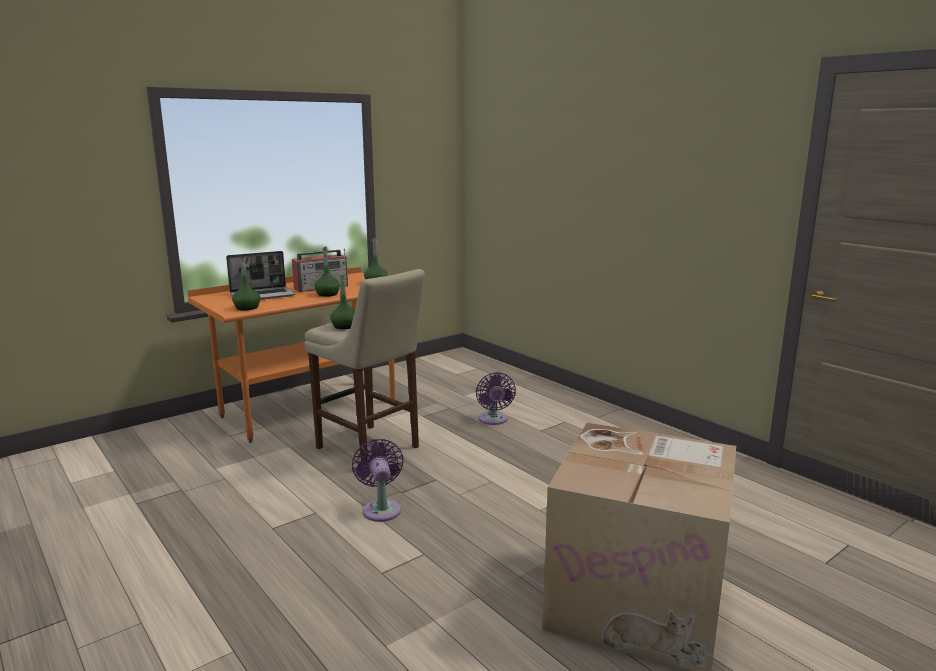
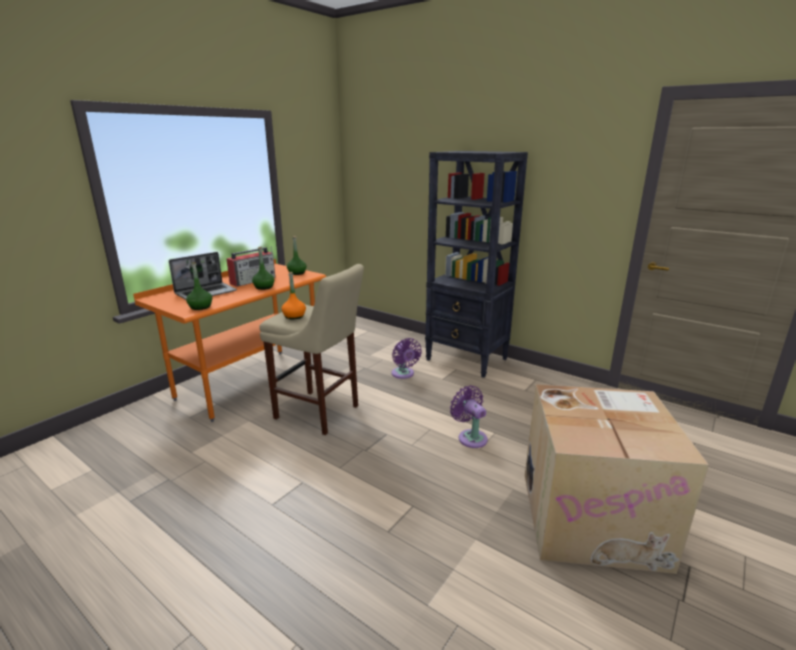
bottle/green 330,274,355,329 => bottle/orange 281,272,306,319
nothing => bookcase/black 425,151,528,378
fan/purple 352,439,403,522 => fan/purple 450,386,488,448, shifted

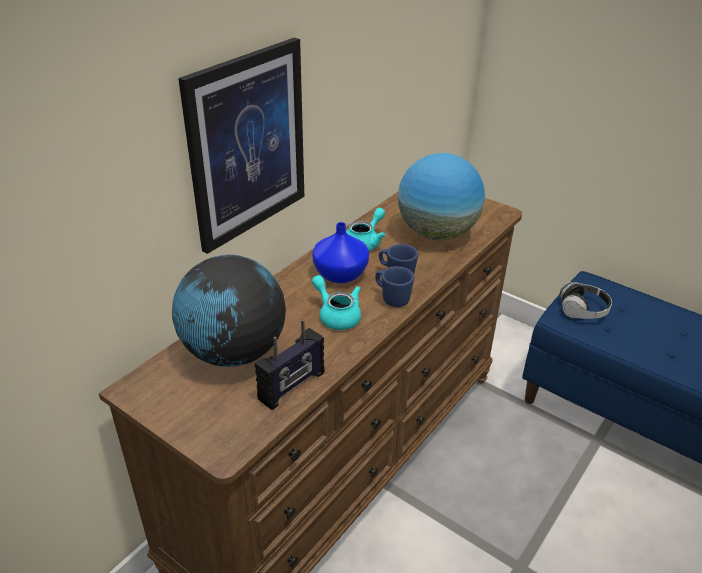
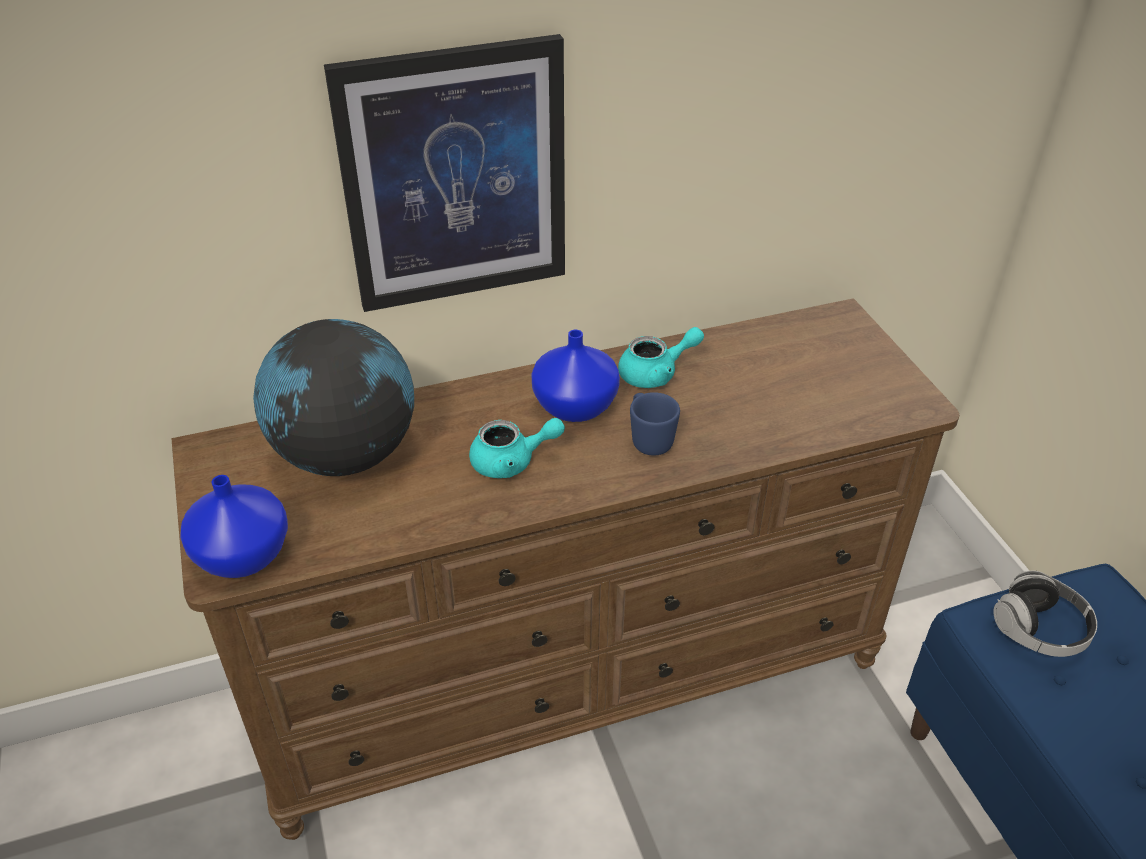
nothing => vase/blue 180,475,288,578
teapot/turquoise 312,275,361,330 => teapot/turquoise 469,418,565,478, 90 degrees clockwise
radio 255,319,324,410 => nothing
mug/blue 375,266,414,307 => nothing
globe 398,153,485,240 => nothing

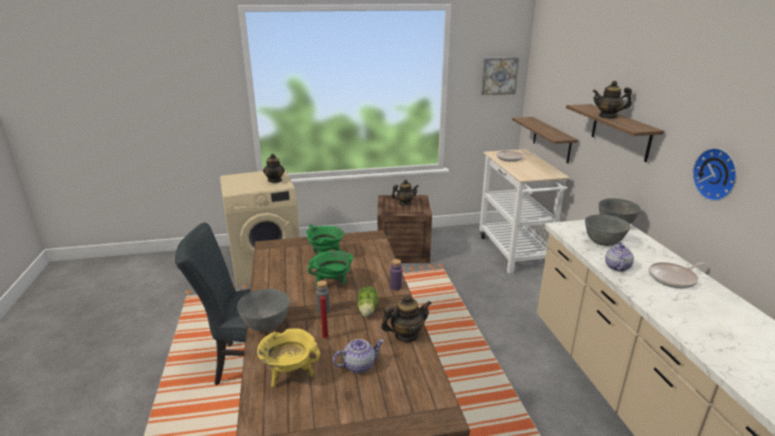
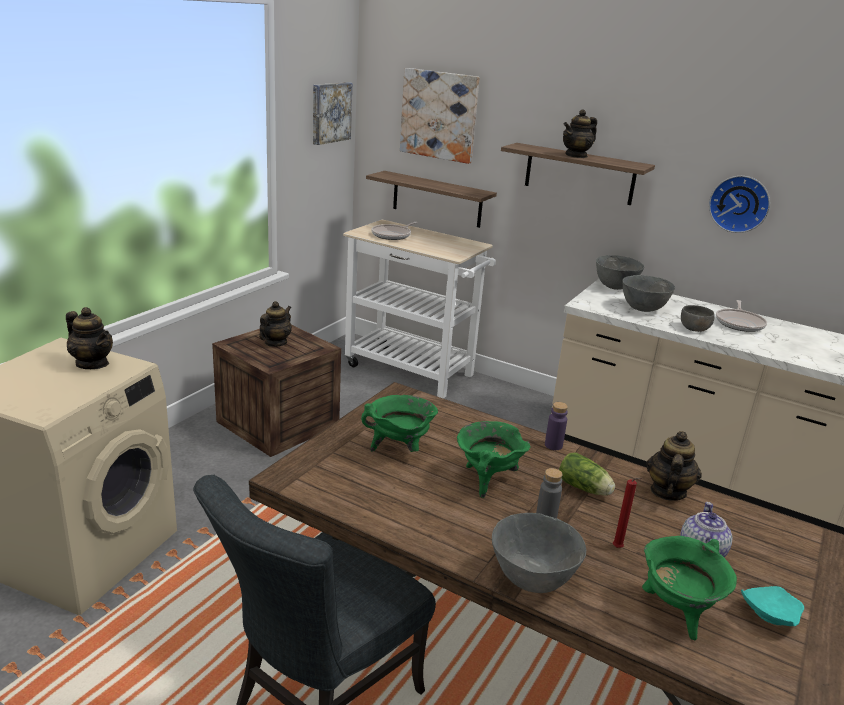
nothing => picture 400,68,480,164
cooking pot/yellow 257,328,320,387 => cooking pot/green 642,536,737,640
teapot 605,242,634,272 => bowl/grey 681,305,715,332
nothing => plate/turquoise 741,586,804,626

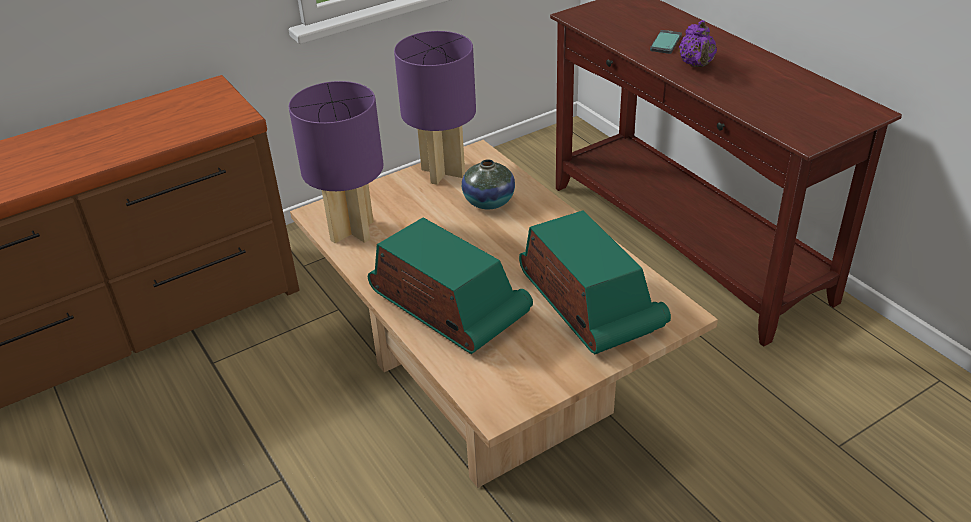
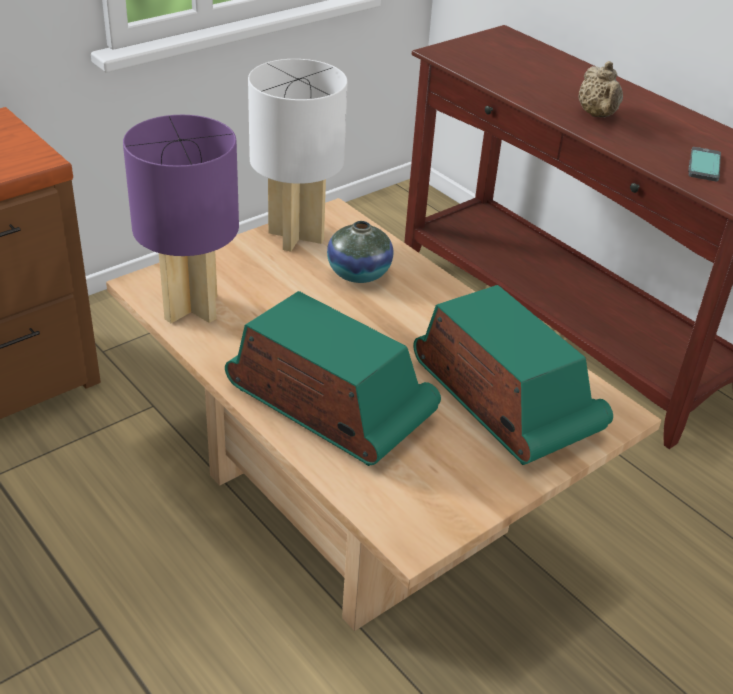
table lamp/purple 394,31,476,185 => table lamp/white 248,59,348,252
teapot/purple 679,20,717,67 => teapot/beige 578,61,623,117
phone 650,30,682,54 => phone 688,147,721,182, shifted

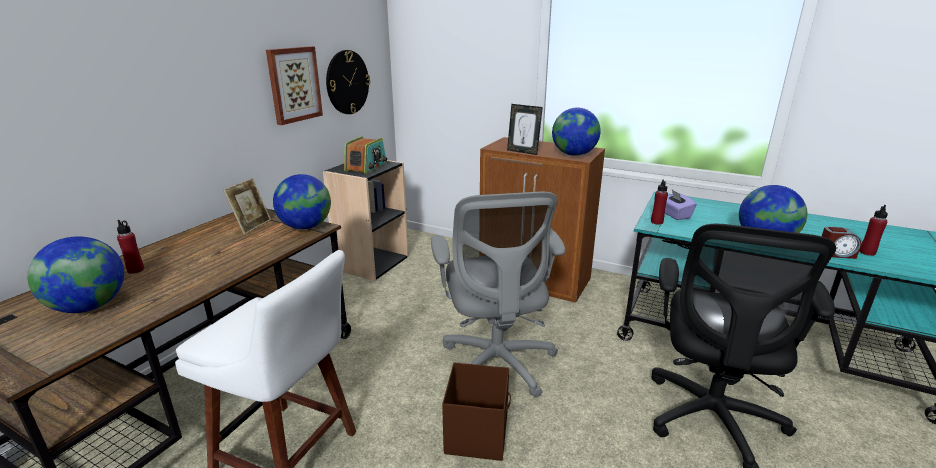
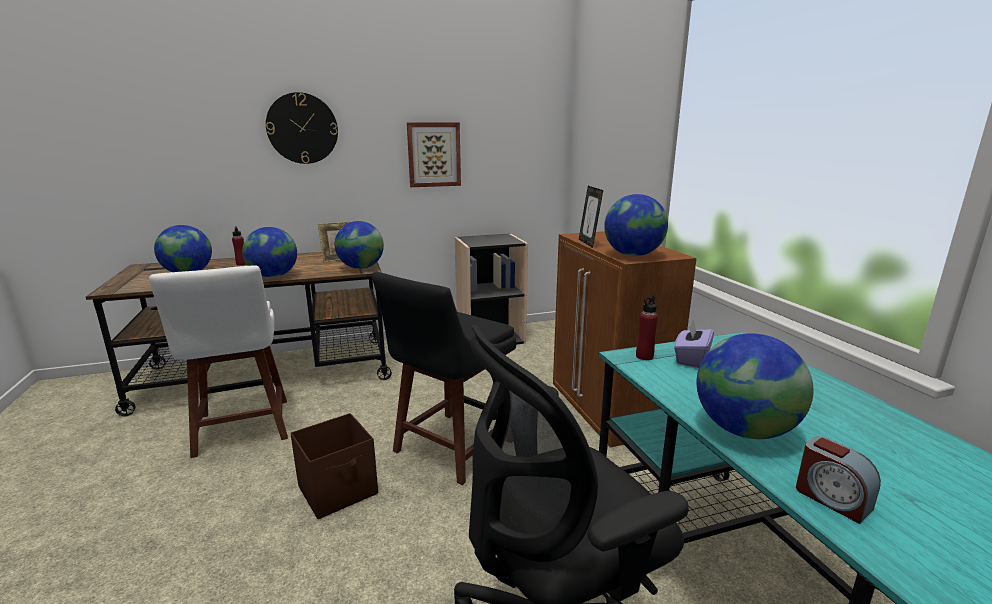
nothing => globe 242,227,297,278
wall clock 326,50,370,114 => wall clock 266,92,338,164, shifted
office chair/grey 431,192,565,397 => stool/black 372,272,516,485
radio 344,136,387,174 => nothing
bottle/red 859,205,888,256 => nothing

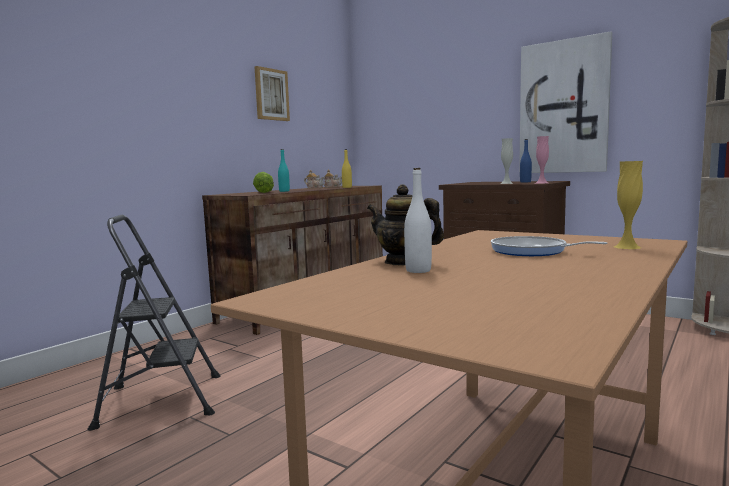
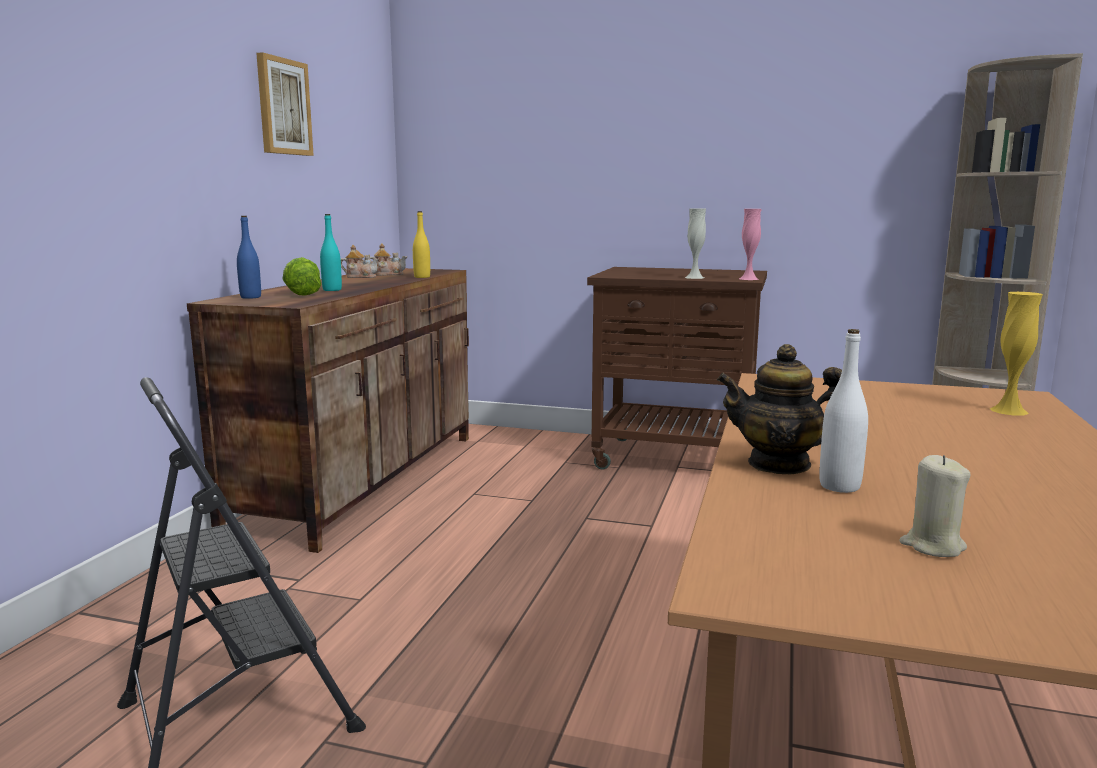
bottle/blue 520,139,532,182 => bottle/blue 237,216,261,299, shifted
nothing => candle/beige 899,455,971,557
frying pan 491,236,608,256 => nothing
picture 519,31,612,173 => nothing

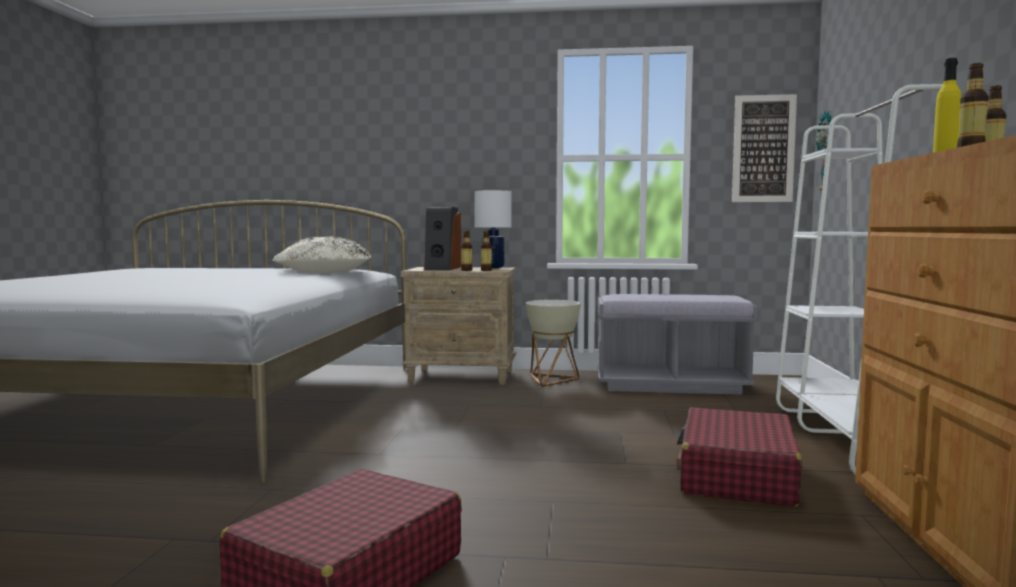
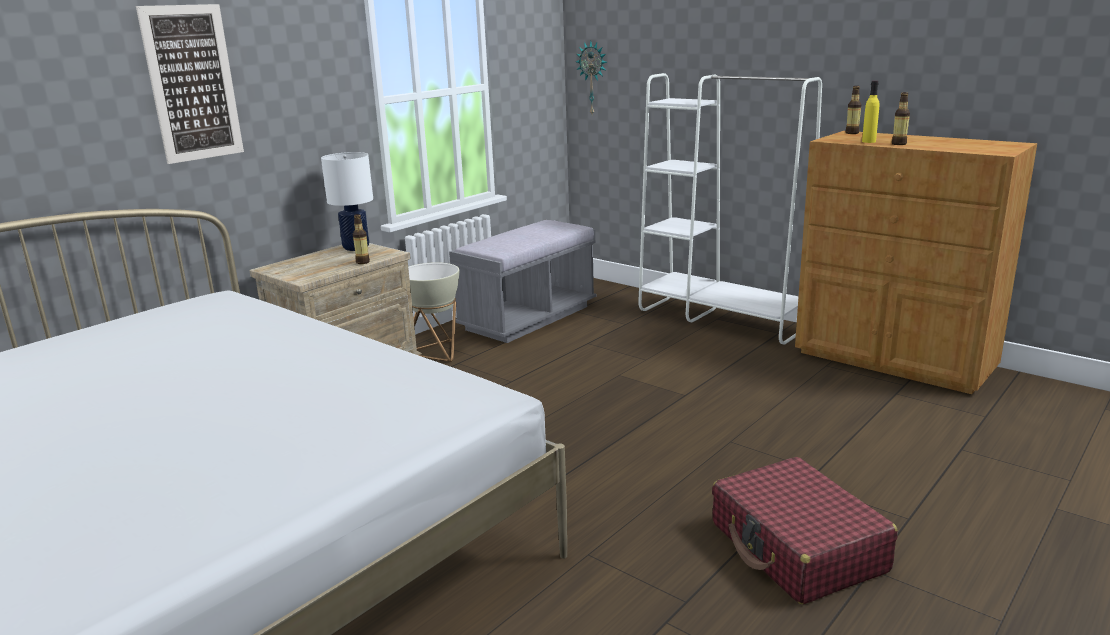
picture 732,94,797,202 => picture 136,4,244,164, shifted
pillow/beige 273,236,371,273 => nothing
speaker 424,207,461,270 => nothing
bottle 481,230,492,271 => nothing
suitcase/red 676,407,802,507 => nothing

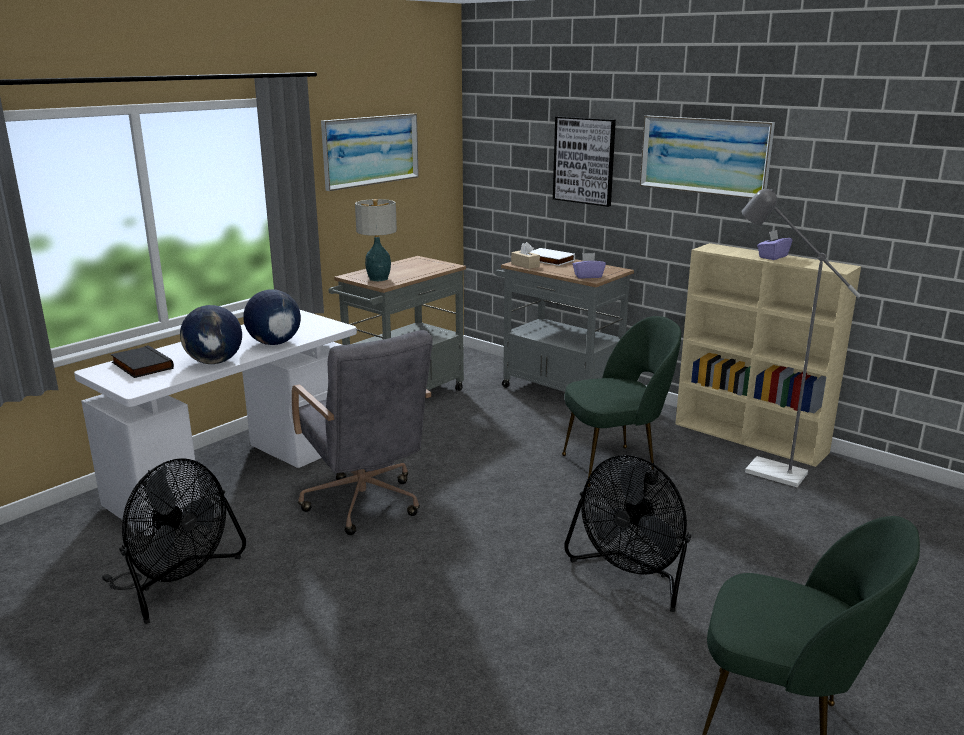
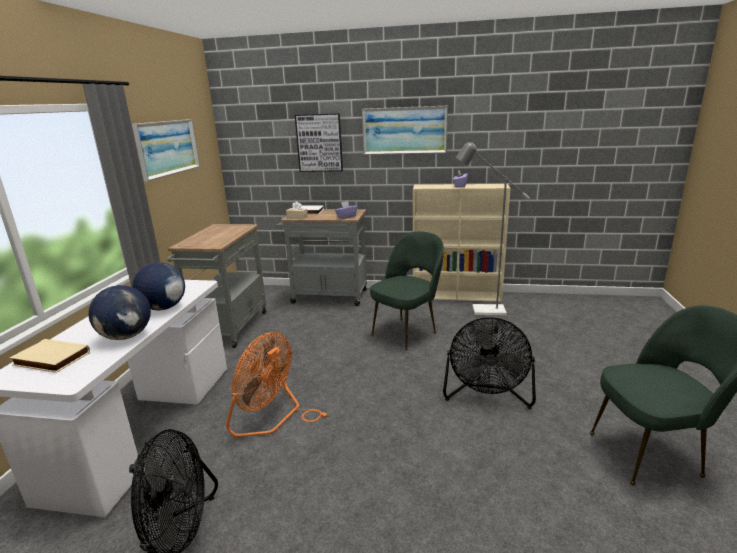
book/black 111,345,174,378 => book/beige 10,339,90,373
office chair/grey 292,330,433,535 => fan/orange 226,332,328,438
table lamp 355,199,397,281 => nothing

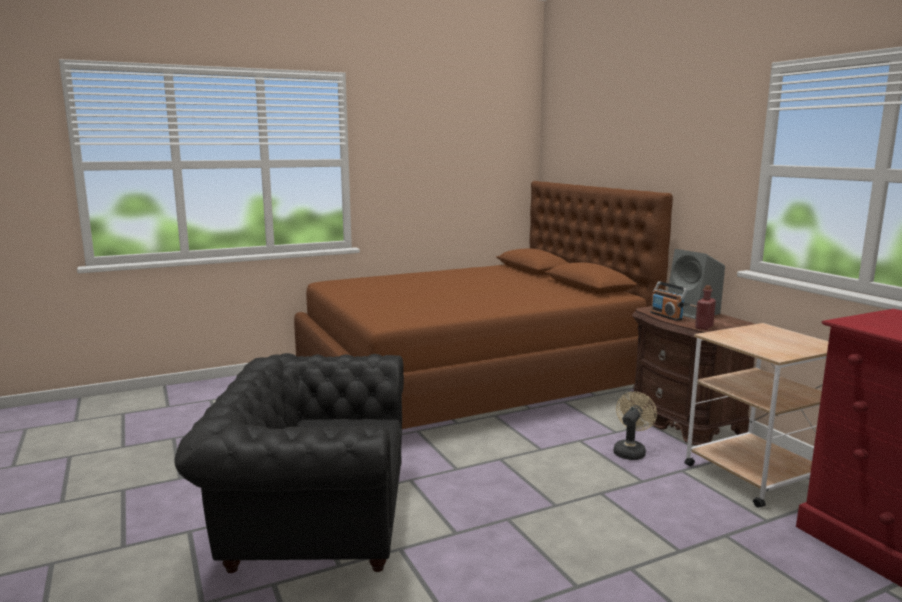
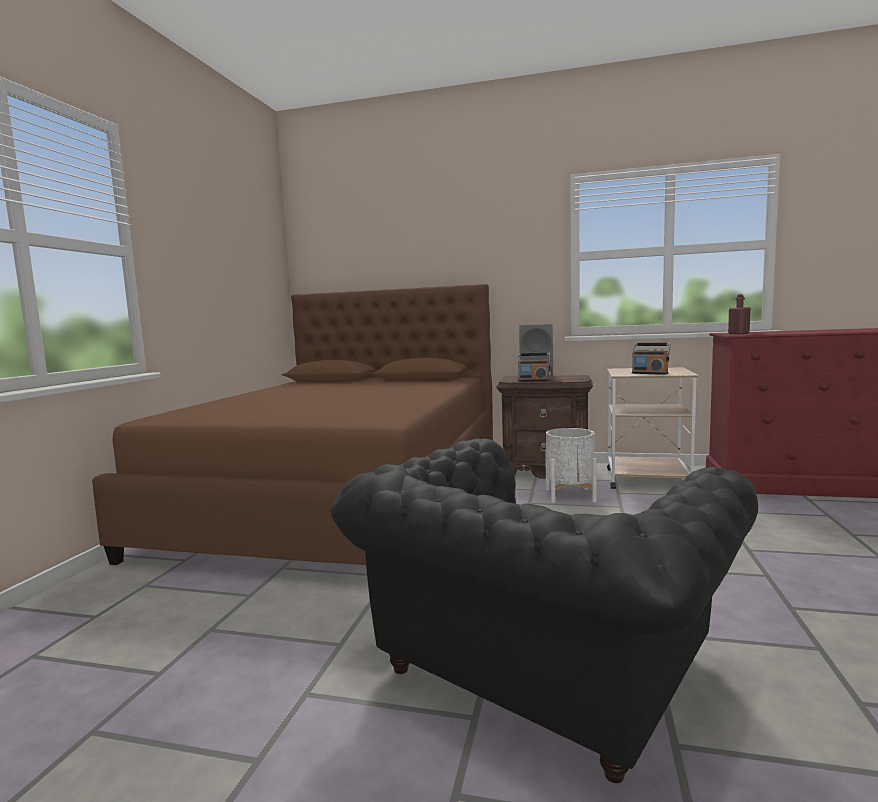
fan/beige 613,392,657,460 => planter/white 545,428,597,503
nothing => radio 632,343,671,375
bottle/red 695,285,716,330 => bottle/red 728,294,751,334, shifted

